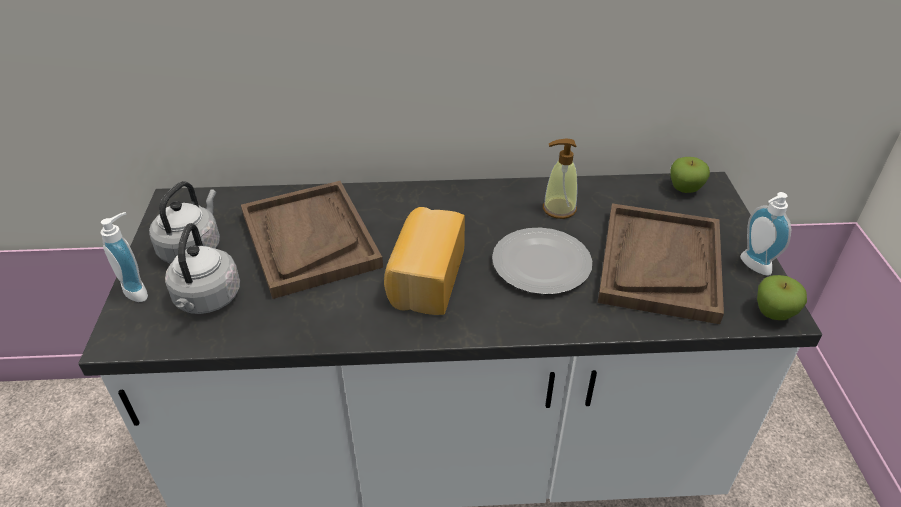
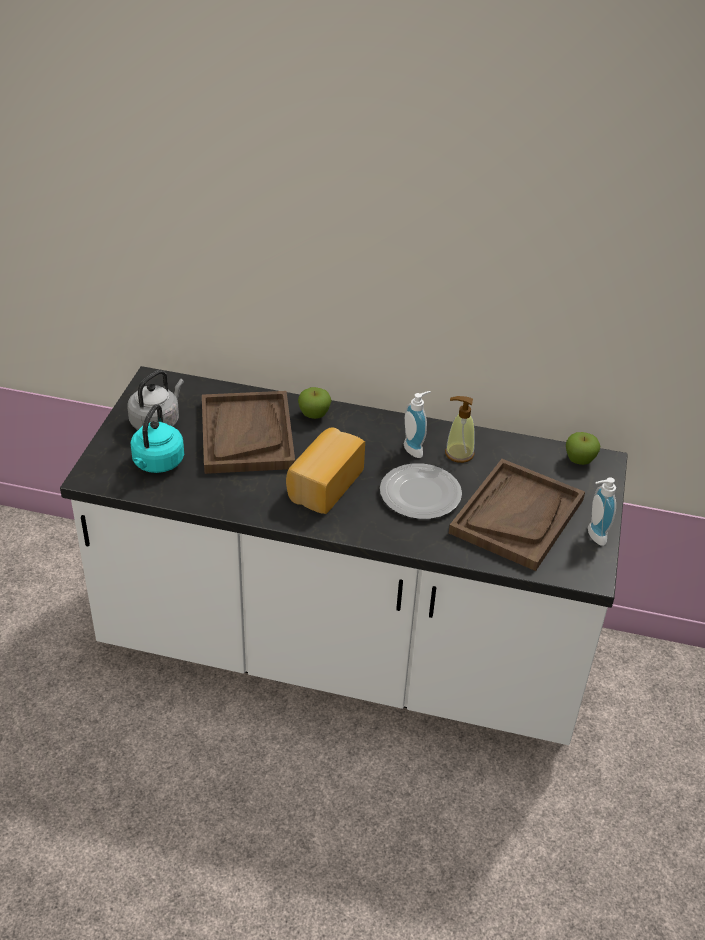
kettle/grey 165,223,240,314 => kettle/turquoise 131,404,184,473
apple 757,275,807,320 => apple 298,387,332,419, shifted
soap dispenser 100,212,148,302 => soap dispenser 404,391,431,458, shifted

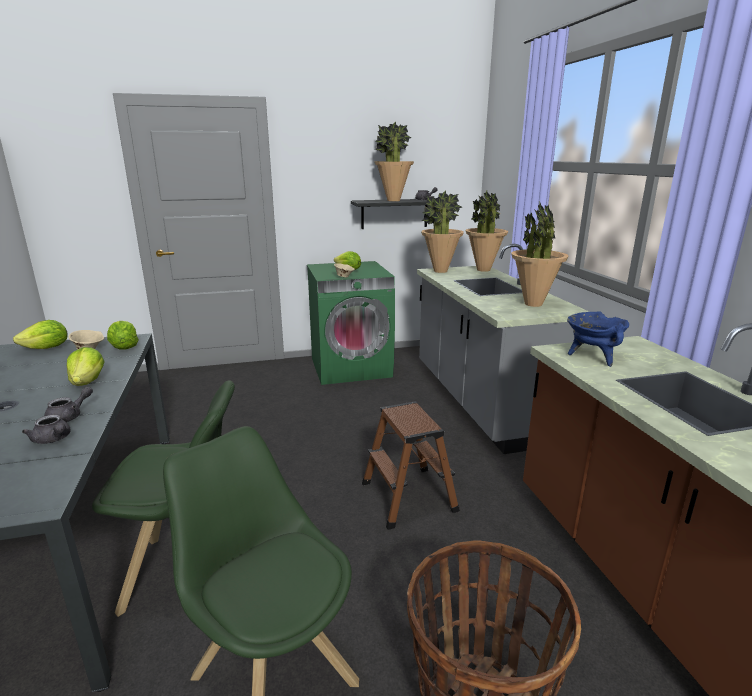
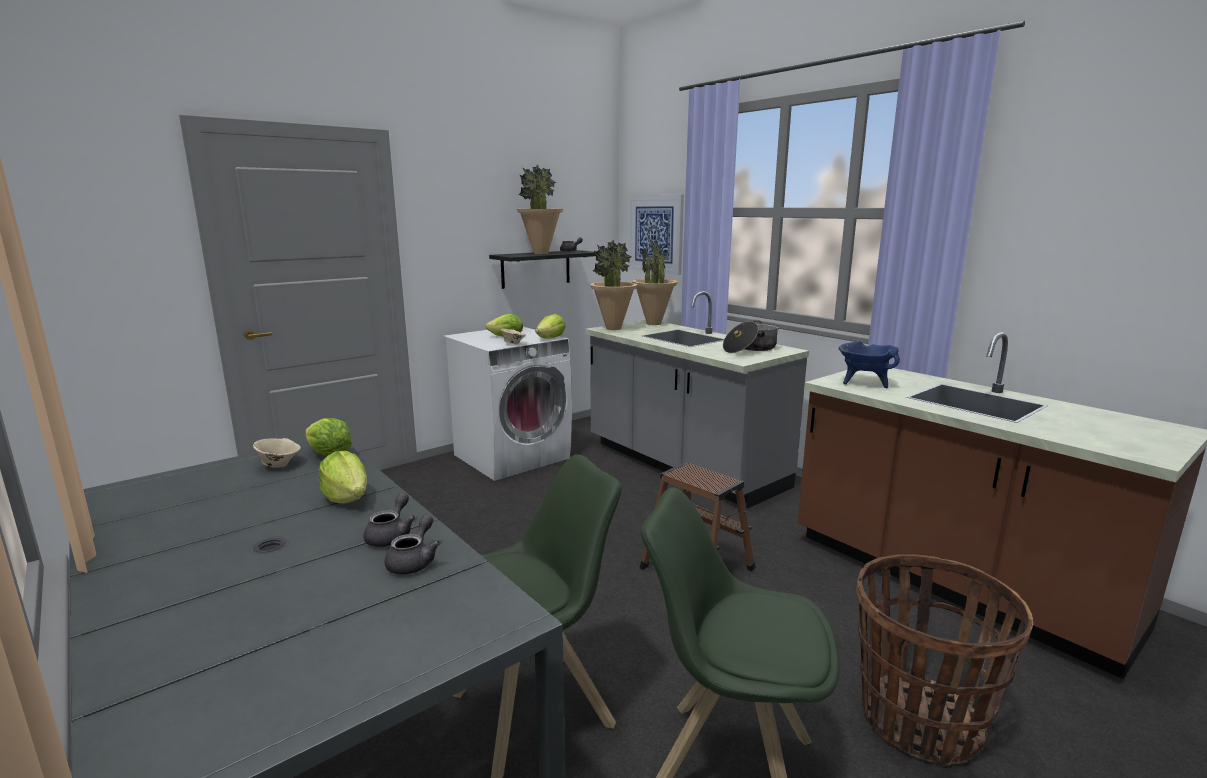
teapot/grey 22,415,71,444 => teapot/grey 385,514,440,575, 90 degrees counterclockwise
washing machine/green 307,261,395,385 => washing machine/white 443,327,572,481
lettuce 13,320,68,349 => lettuce 535,314,566,339, shifted
nothing => picture 628,195,684,275
potted plant 511,203,568,307 => cooking pot 723,320,779,353

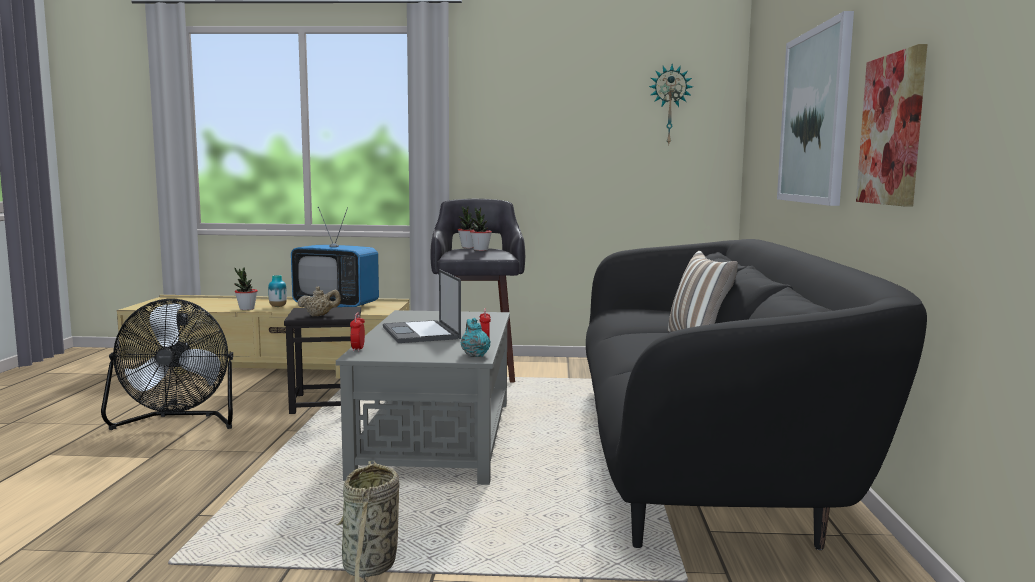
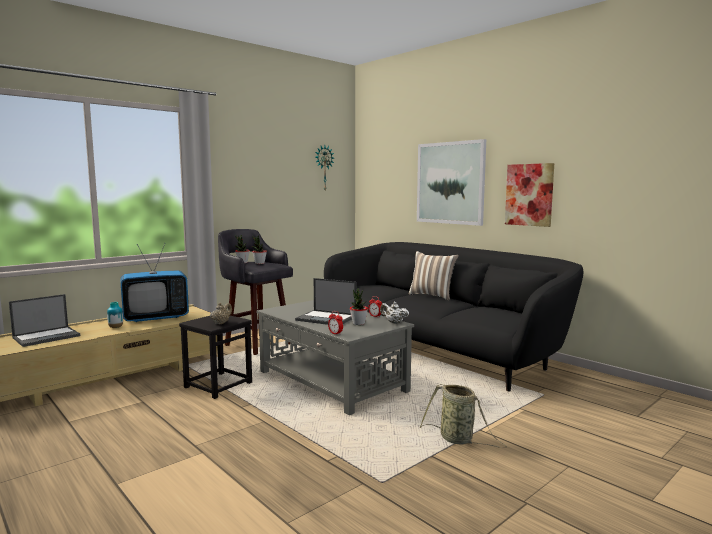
nothing => laptop 9,294,80,347
potted plant 234,268,258,310 => potted plant 350,288,368,325, shifted
teapot/turquoise 461,318,491,357 => teapot/white 380,302,409,324
fan/black 101,299,233,430 => nothing

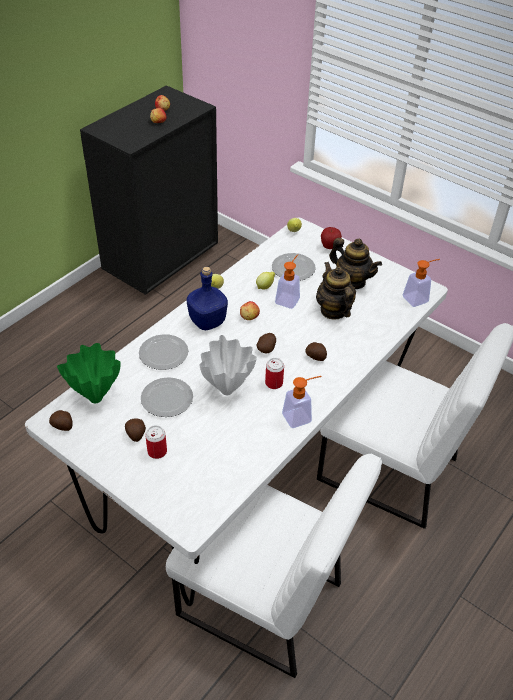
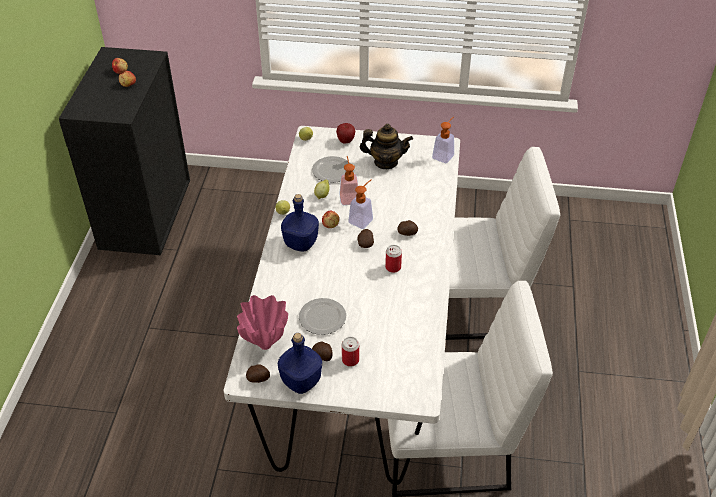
vase/green 57,343,121,403 => vase/pink 237,295,288,350
nothing => bottle/blue 278,333,322,394
soap dispenser 282,376,322,428 => soap dispenser 348,179,373,229, shifted
plate 139,334,188,370 => nothing
vase/white 199,335,257,395 => nothing
teapot 316,262,356,319 => nothing

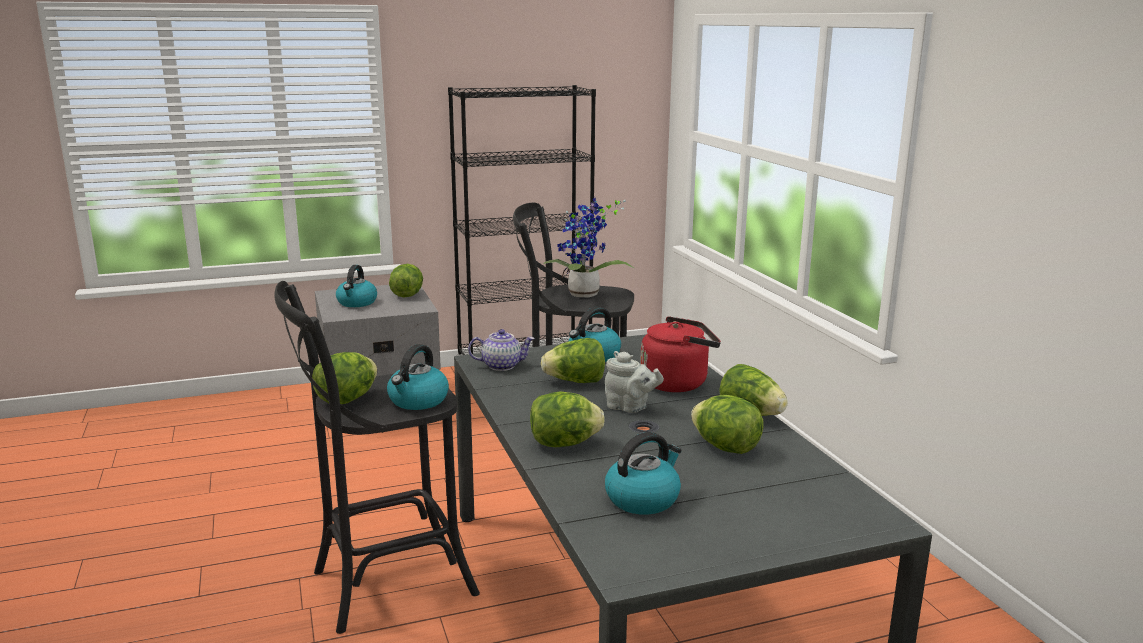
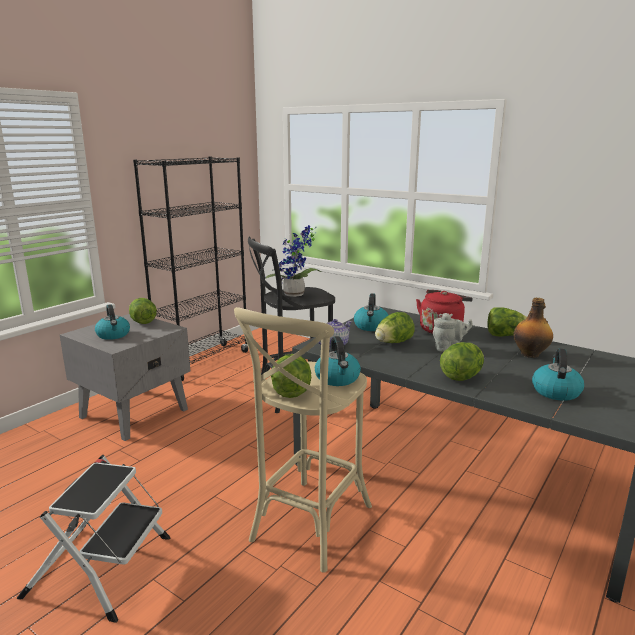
nothing => step ladder 17,455,171,623
stool/black 274,281,480,634 => stool/beige 234,307,372,573
lettuce 691,395,764,454 => bottle 514,298,553,358

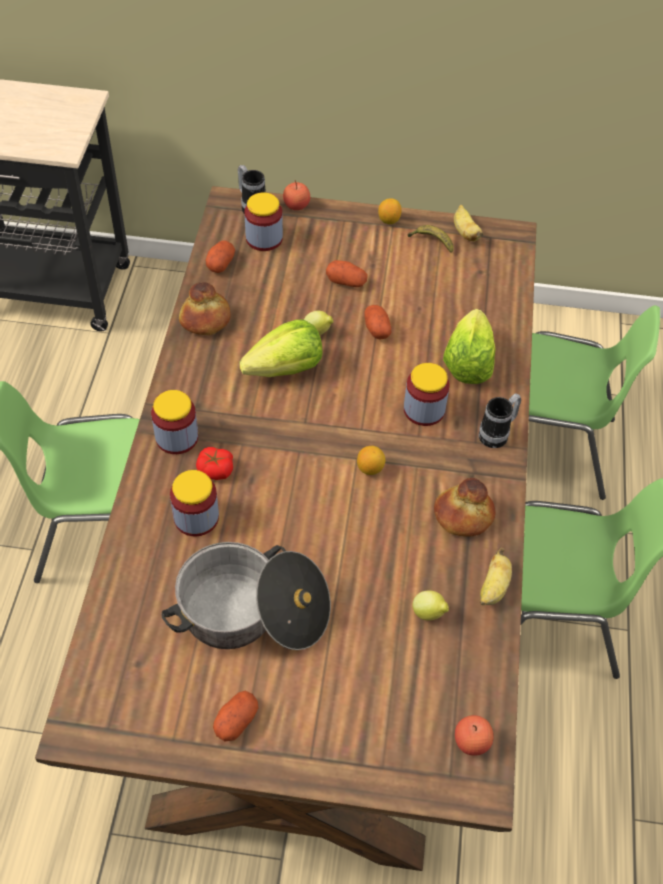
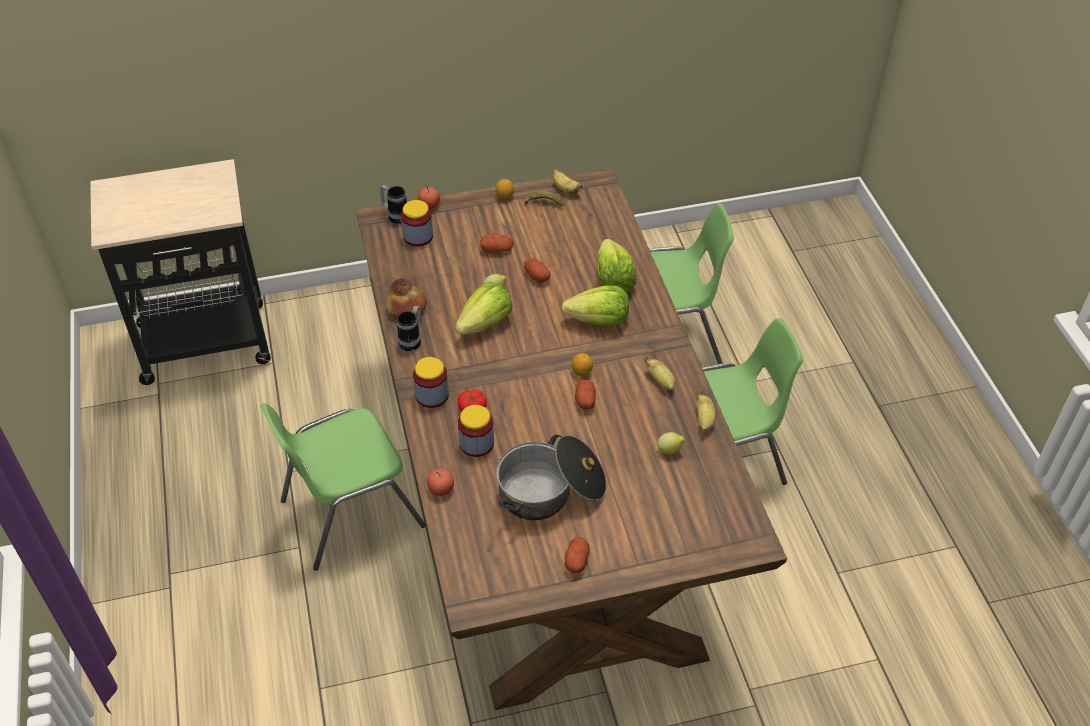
mug 479,393,521,448 => mug 397,305,422,351, shifted
apple 455,715,494,756 => apple 427,468,454,496, shifted
jar 404,363,450,426 => lettuce 561,285,629,326
potato 206,240,235,273 => potato 575,379,596,410, shifted
bread 434,478,495,537 => banana 644,356,675,391

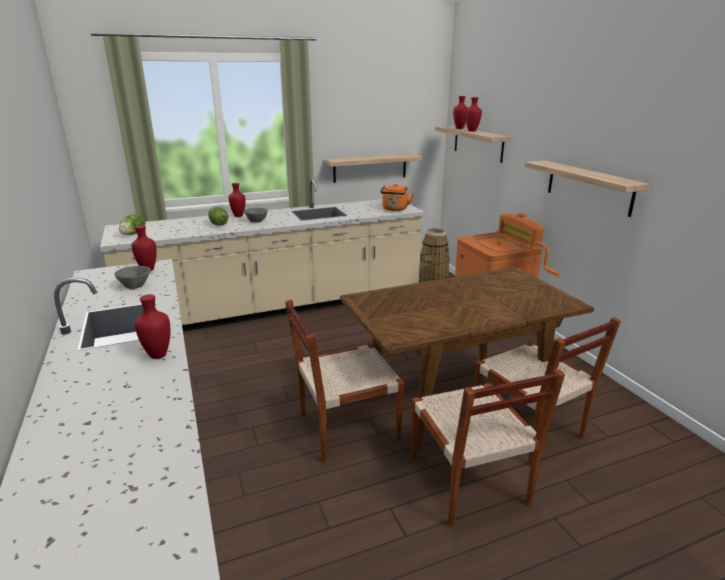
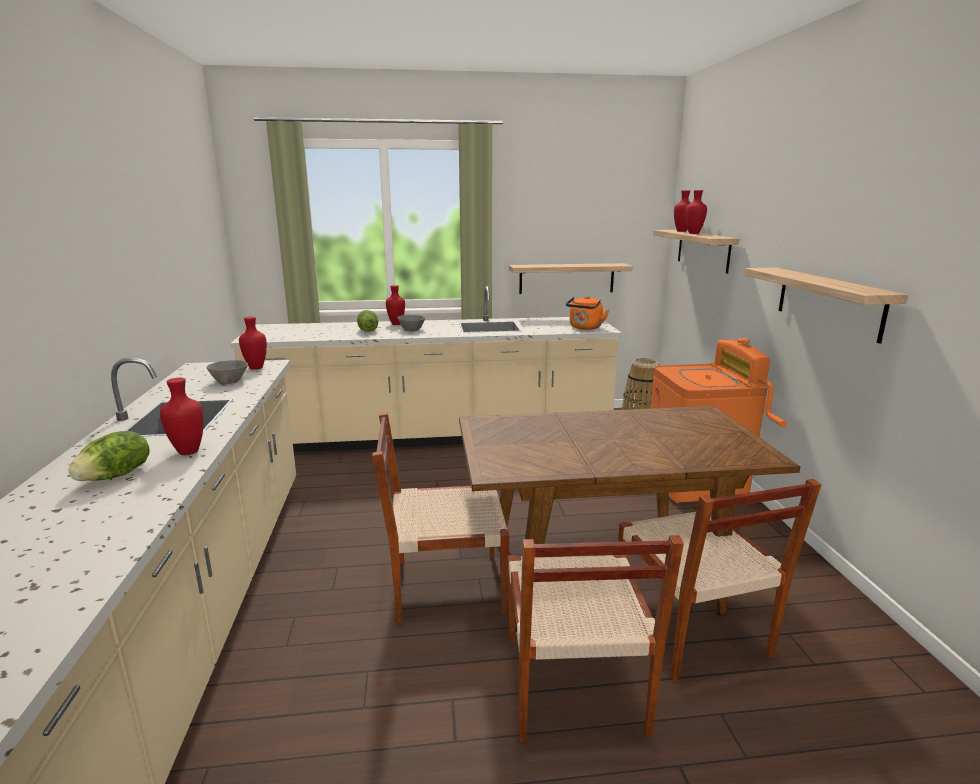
lettuce 119,214,145,235 => lettuce 68,431,150,481, shifted

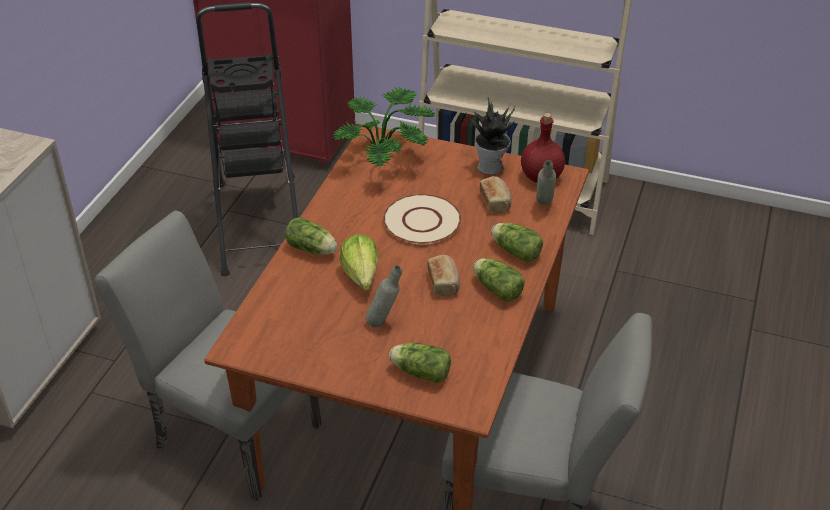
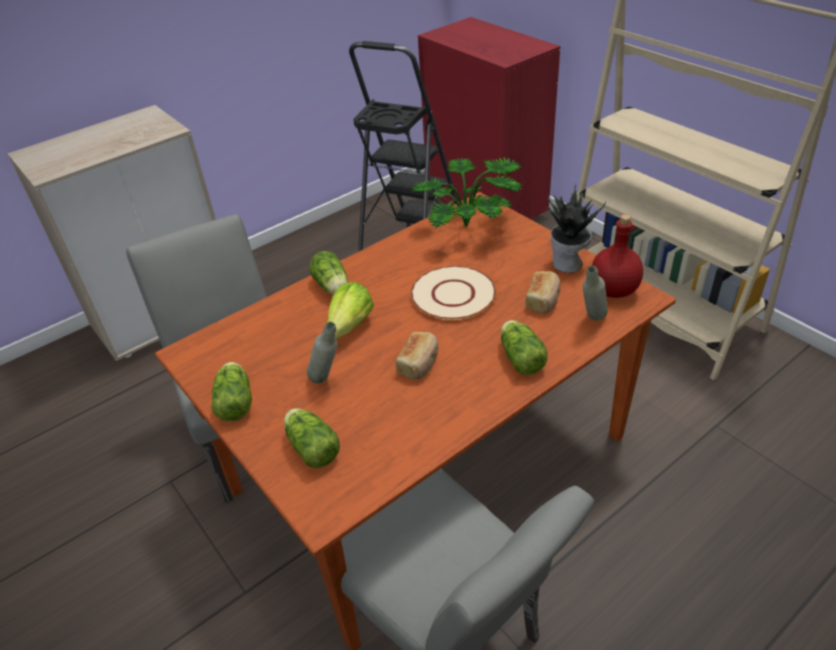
lettuce 473,258,525,302 => lettuce 211,362,252,421, shifted

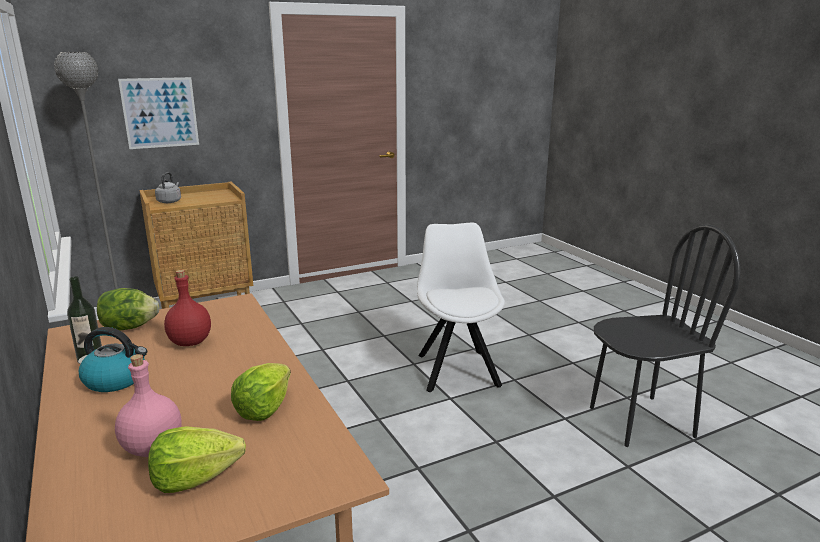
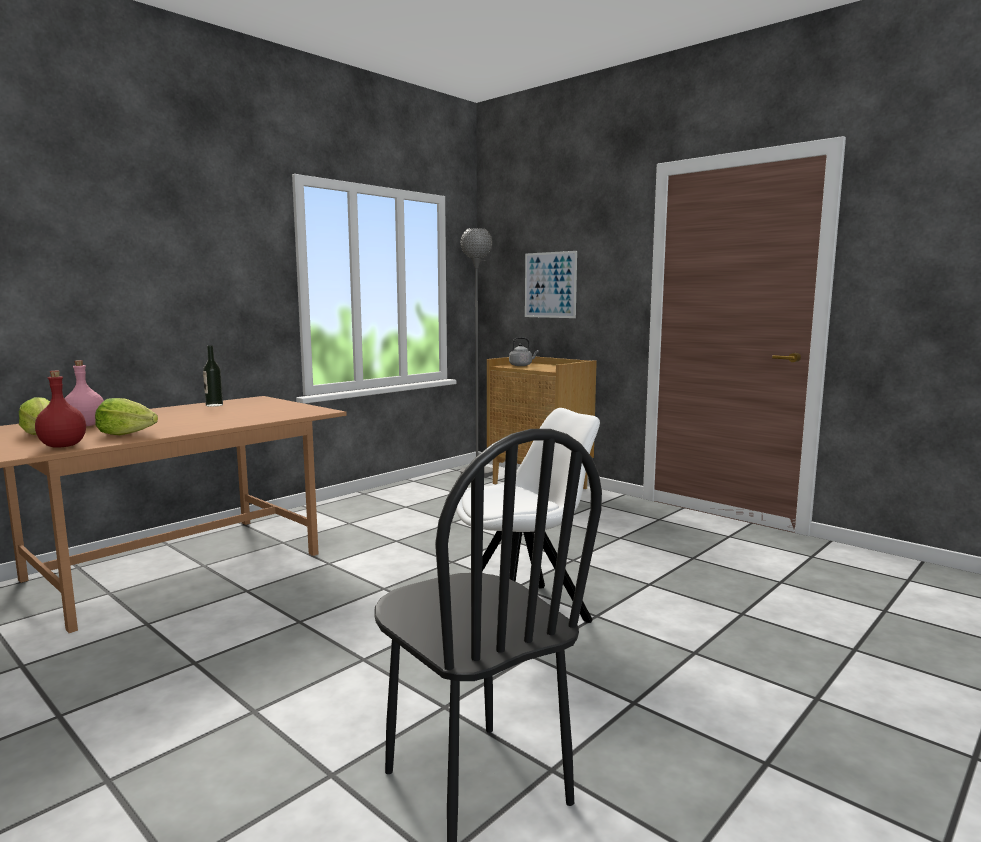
bottle/red 164,270,211,346 => bottle/red 35,371,86,448, shifted
kettle 79,327,147,392 => nothing
lettuce 97,288,159,330 => nothing

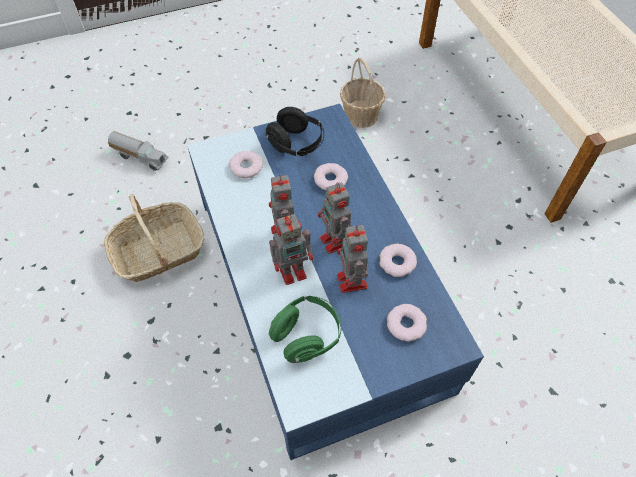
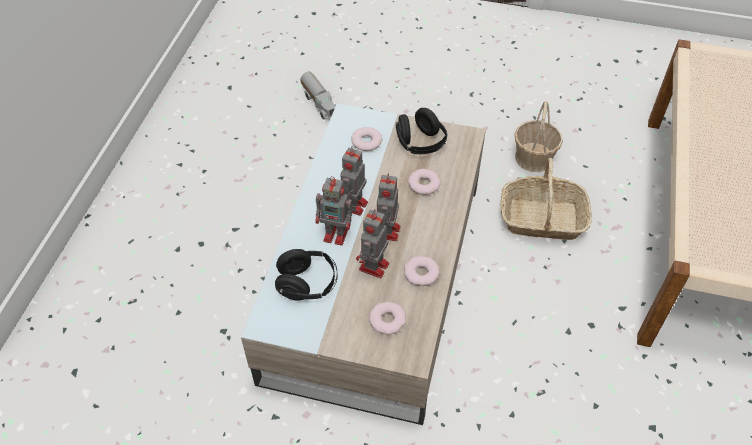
coffee table/blue 187,104,484,460 => coffee table/beige 241,104,486,425
headphones/green 269,296,342,363 => headphones/black 275,249,338,301
basket 104,194,204,282 => basket 500,158,592,240, shifted

